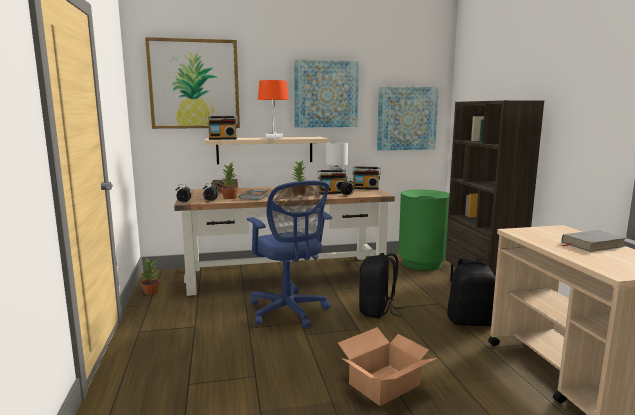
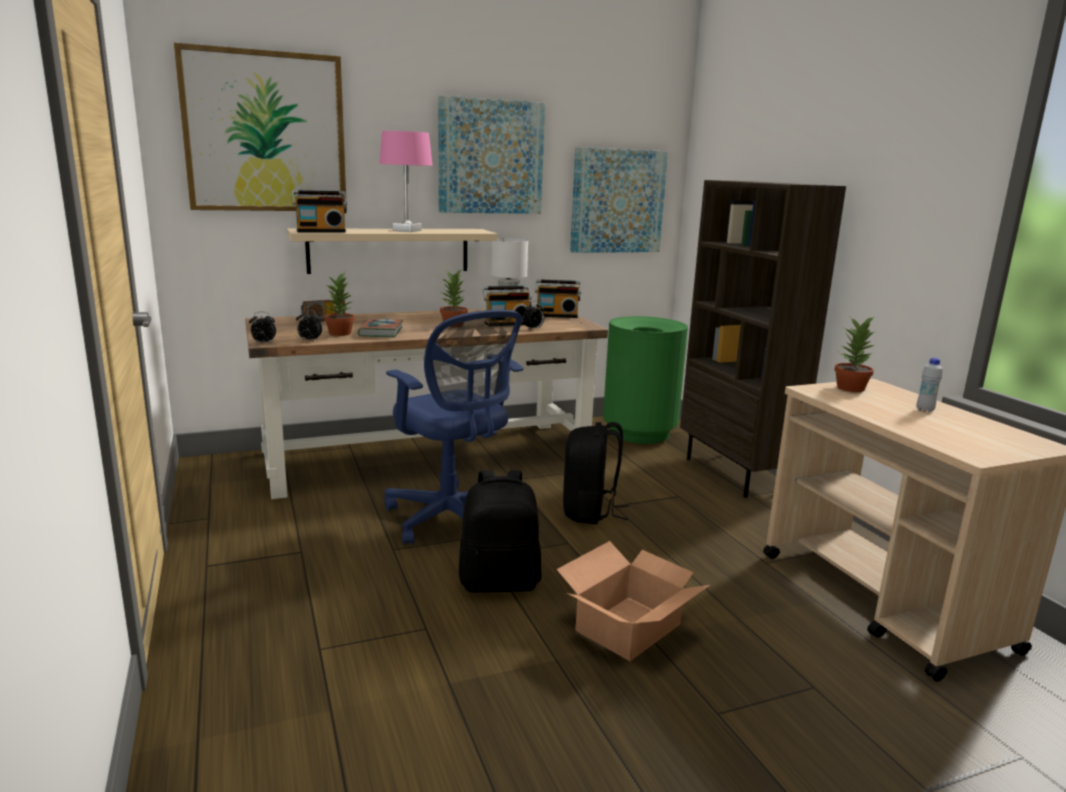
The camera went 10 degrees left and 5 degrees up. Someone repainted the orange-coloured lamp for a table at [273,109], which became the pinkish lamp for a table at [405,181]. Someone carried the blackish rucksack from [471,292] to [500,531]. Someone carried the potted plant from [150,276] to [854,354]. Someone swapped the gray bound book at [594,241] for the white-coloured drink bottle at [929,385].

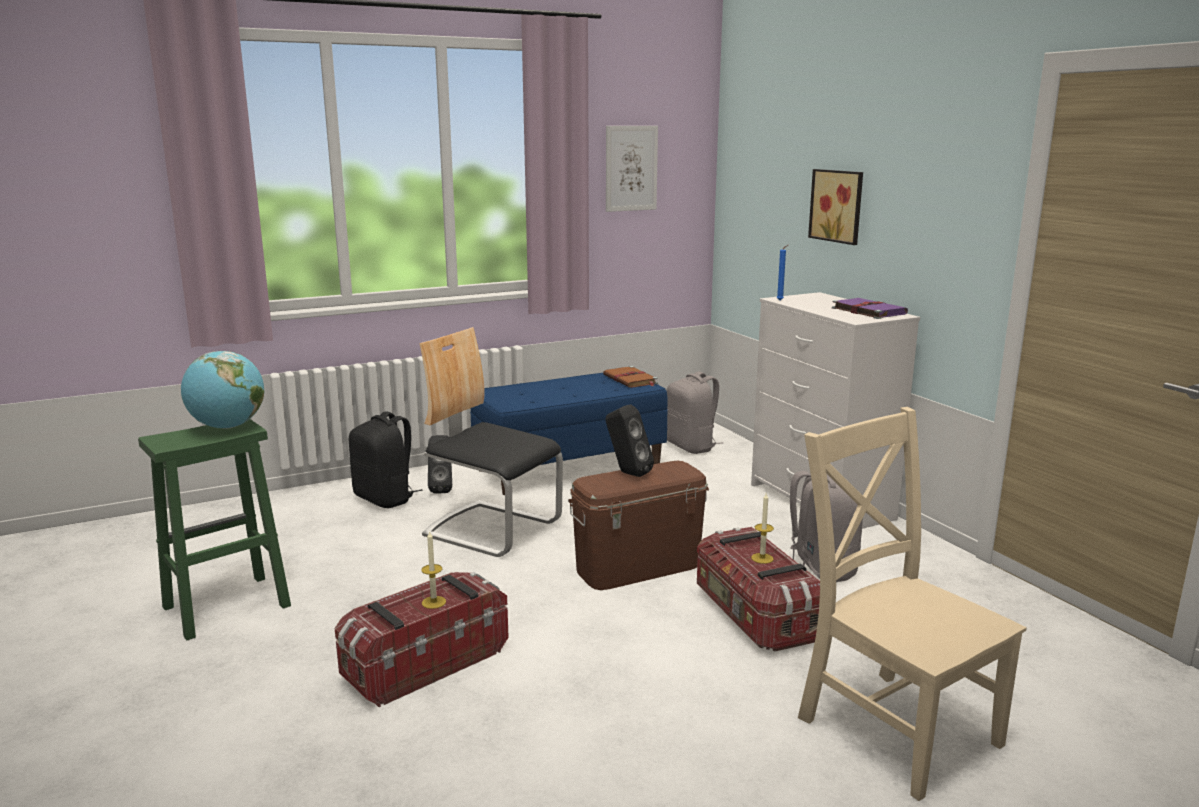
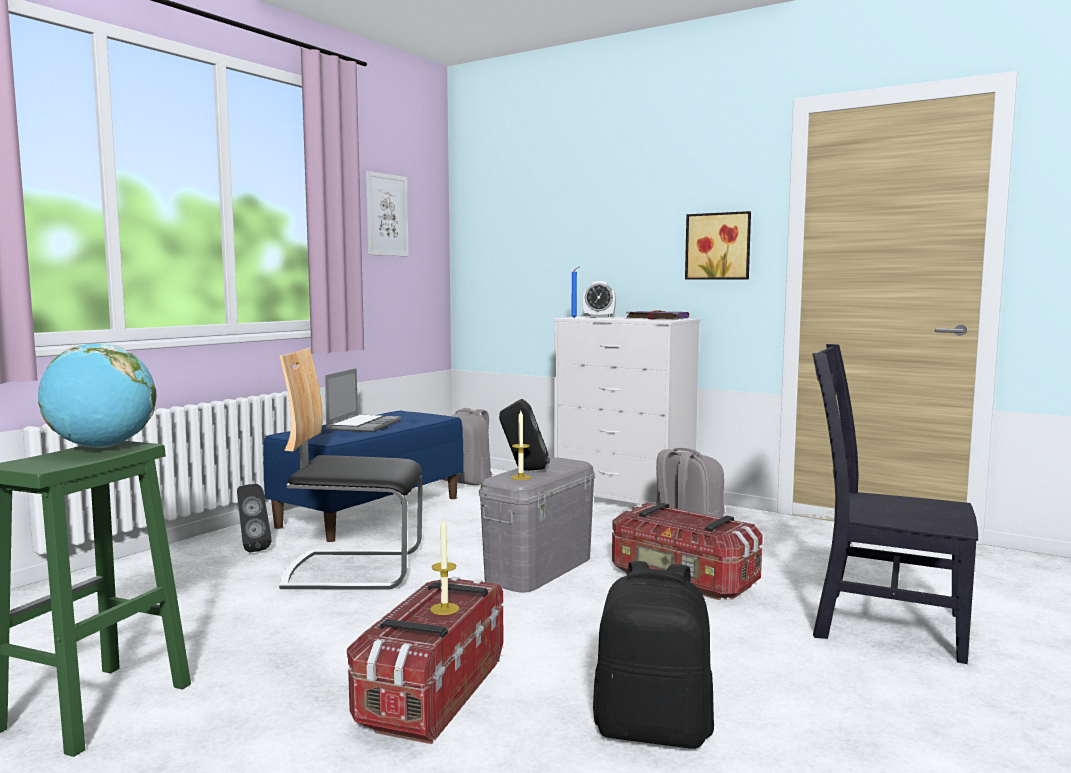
The camera went 30 degrees left and 10 degrees down. Someone put down the laptop at [363,400]. Someone repainted the brown storage box at [638,525], which became the gray storage box at [537,525]. Someone carried the wax candle from [762,528] to [521,445]. Someone put down the bedside clock at [599,299]. Someone carried the blackish rucksack from [386,459] to [653,655]. Someone carried the wall picture from [835,207] to [718,245]. Someone repainted the beige chair at [912,604], which became the blackish chair at [895,504]. Someone took away the brown bound book at [630,377].

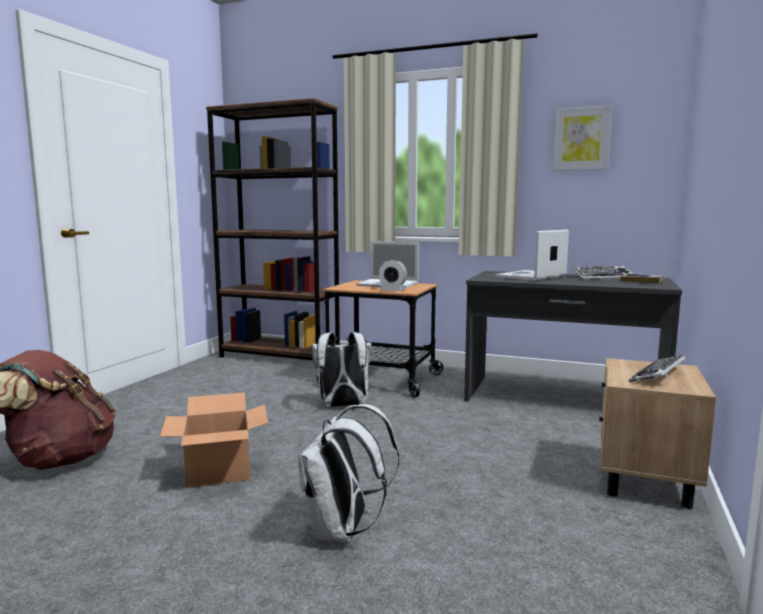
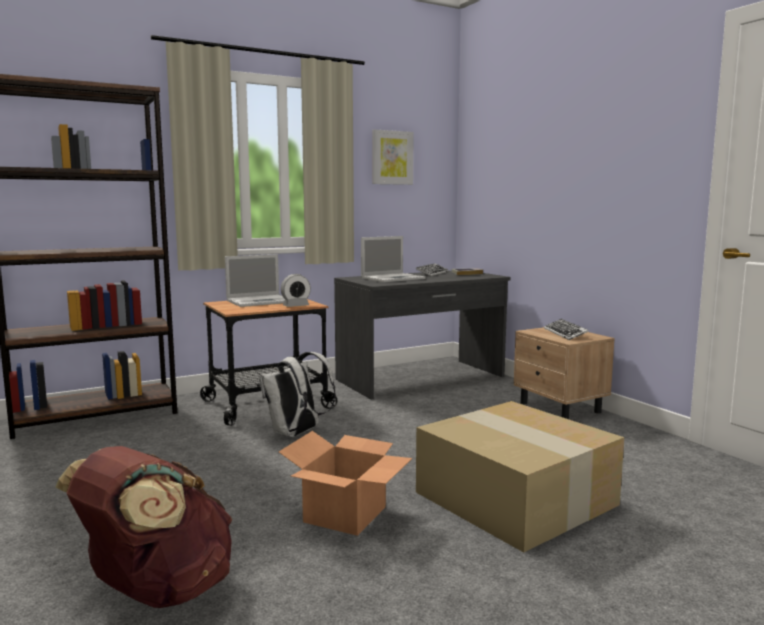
The camera went 50 degrees left and 0 degrees up. Someone rotated the laptop at [532,255] by 120 degrees counterclockwise. Someone swapped the white-coloured rucksack at [348,473] for the cardboard box at [520,476].

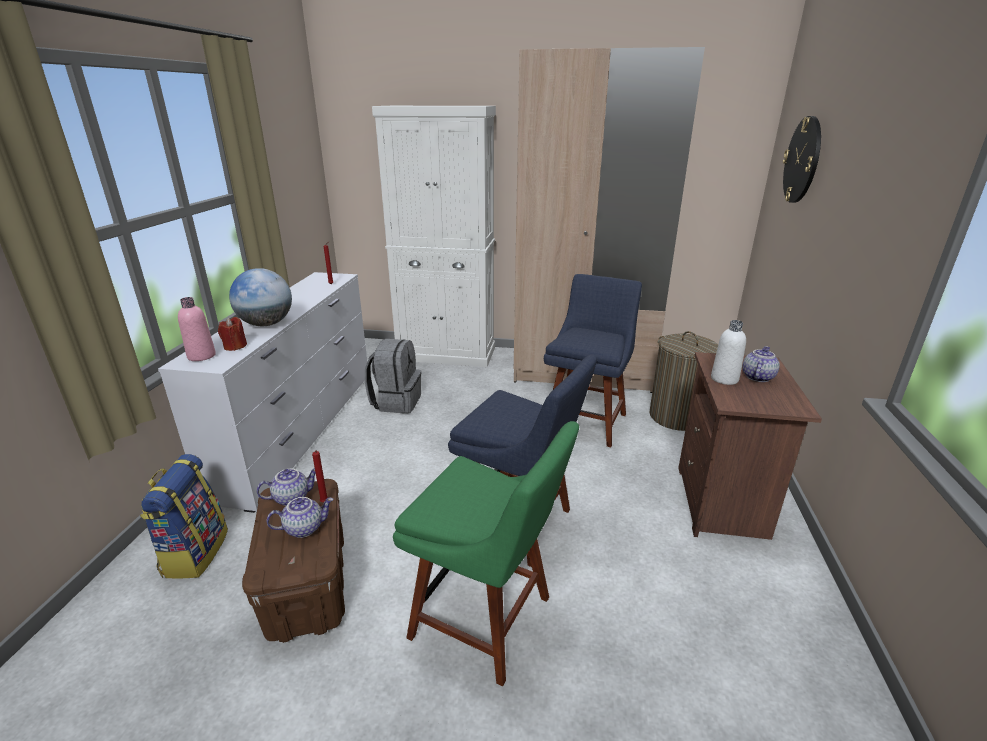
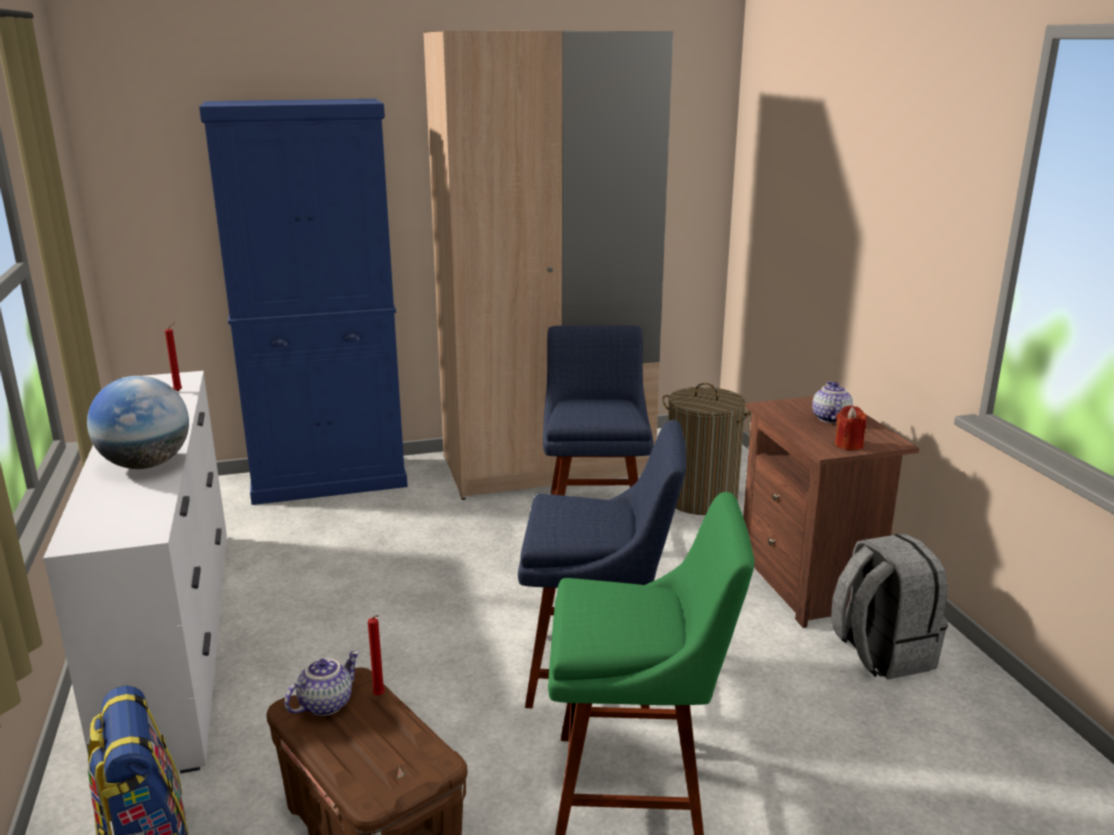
The camera went 25 degrees left and 5 degrees down. Someone repainted the white-coloured cabinet at [434,236], which became the blue-coloured cabinet at [303,302]. Someone carried the gray rucksack from [393,376] to [889,606]. Someone carried the red-coloured wax candle from [232,334] to [851,427]. Someone took away the pinkish drink bottle at [197,329]. Someone took away the teapot at [300,517]. Someone took away the white-coloured drink bottle at [728,352]. Someone took away the hanging clock at [802,159].

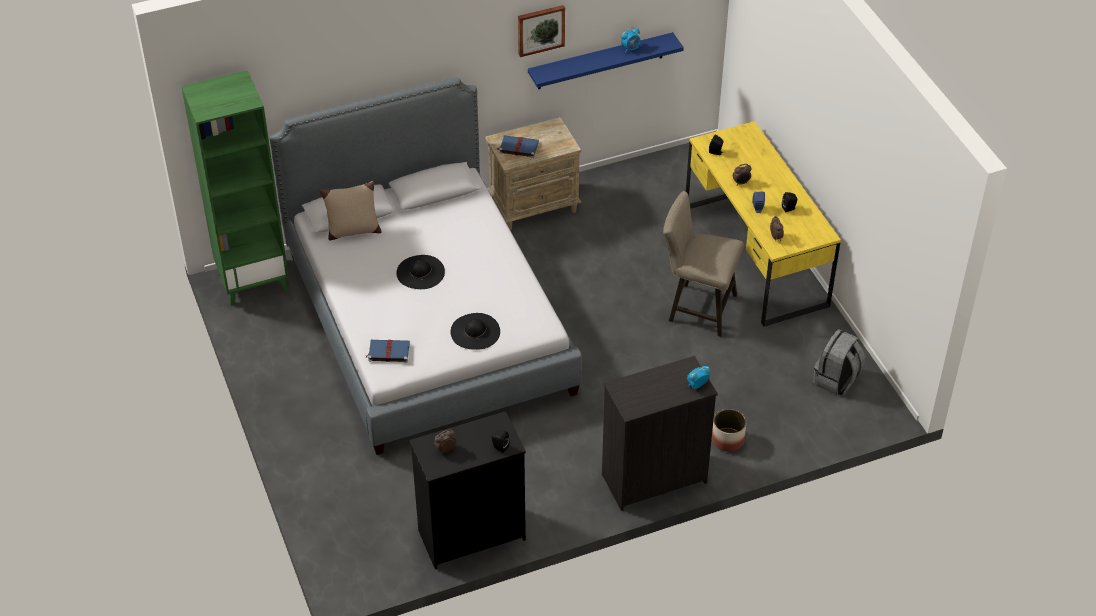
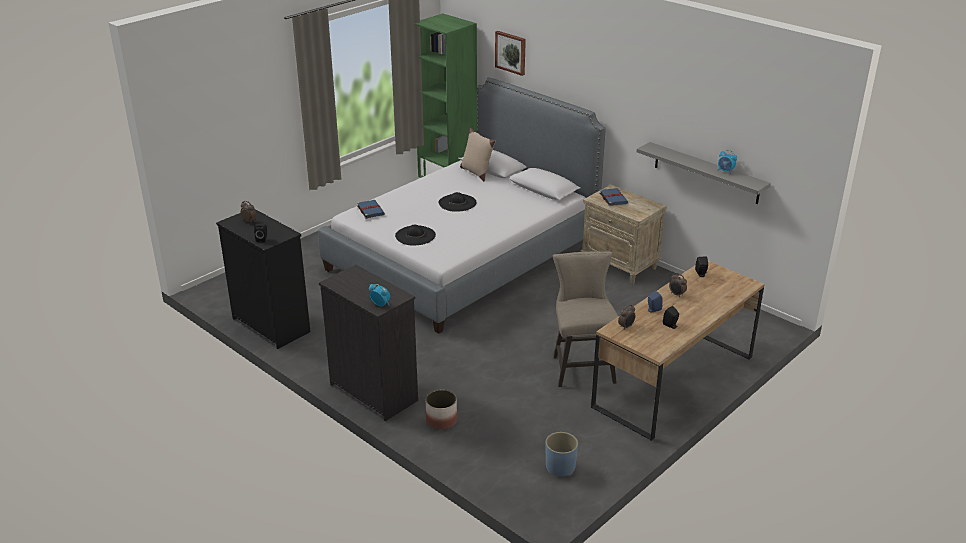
The camera went 65 degrees right and 15 degrees down. Someone carried the wall picture from [541,31] to [510,53]. Someone swapped the gray rucksack at [839,362] for the blue-coloured flower pot at [562,454]. Someone repainted the yellow-coloured desk unit at [763,224], which became the brown desk unit at [678,351]. Someone repainted the blue-coloured wall shelf at [606,60], which became the gray wall shelf at [704,173].

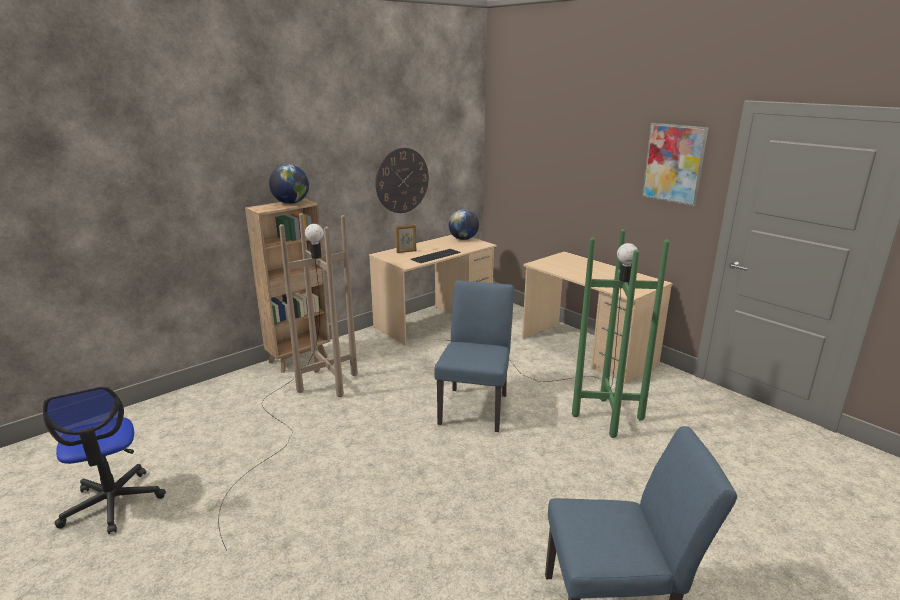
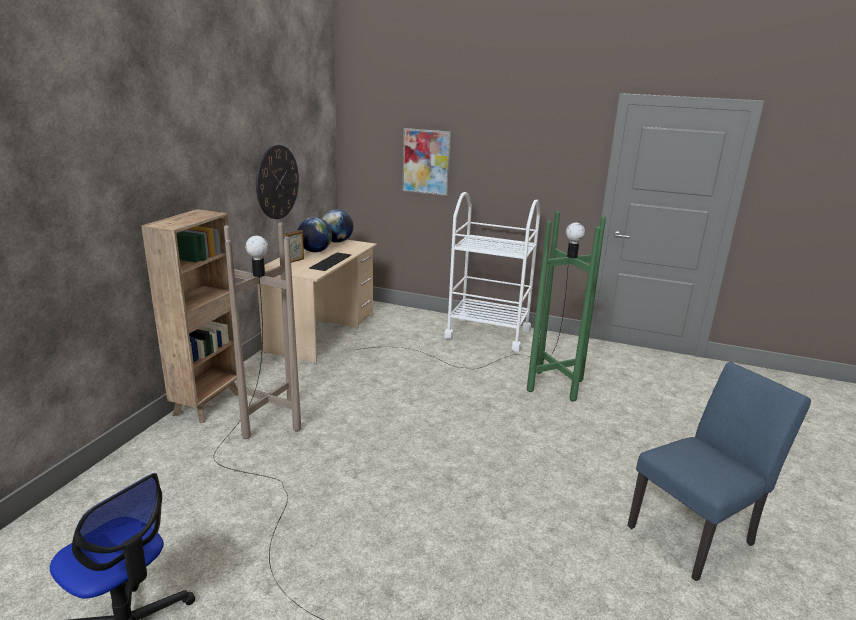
The camera went 30 degrees left and 0 degrees up. Someone carried the desk globe from [289,184] to [314,234]. Someone carried the wall picture from [675,164] to [427,162]. Someone swapped the beige desk unit at [597,317] for the white-coloured cart at [492,272]. Someone took away the blue-coloured chair at [474,356].

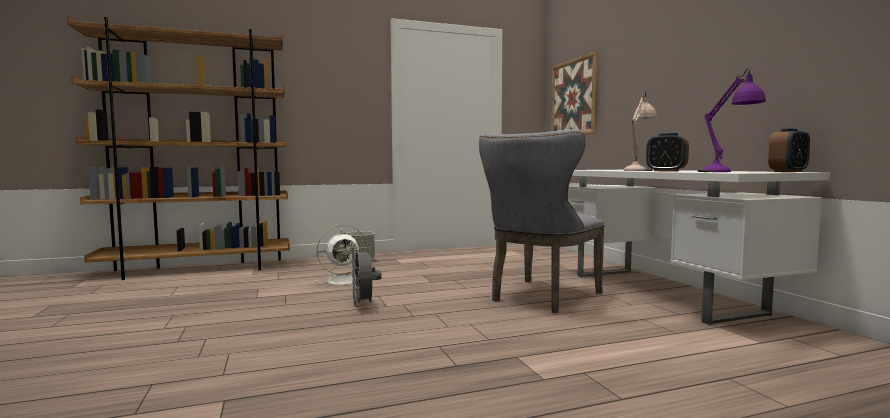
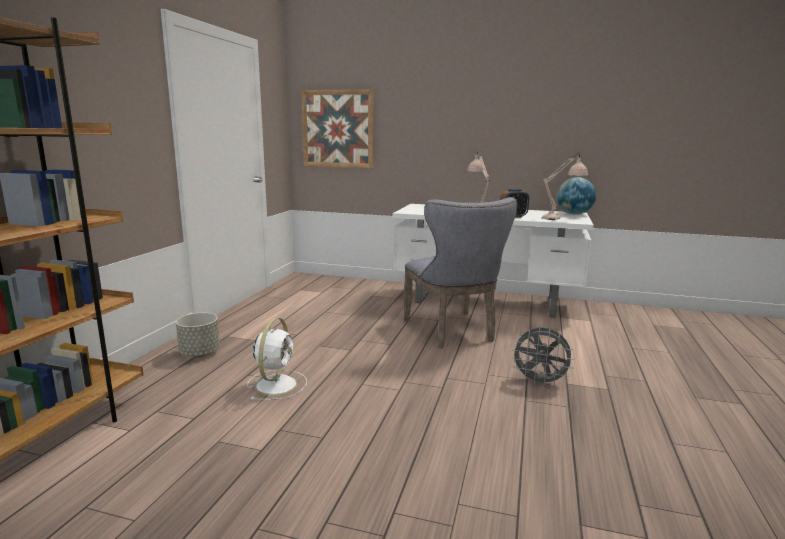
The camera went 55 degrees left and 10 degrees up. Someone carried the gray cooling fan from [366,276] to [542,357]. Someone repainted the purplish lamp for a table at [732,120], which became the beige lamp for a table at [565,186]. Someone swapped the bedside clock at [789,150] for the desk globe at [576,196].

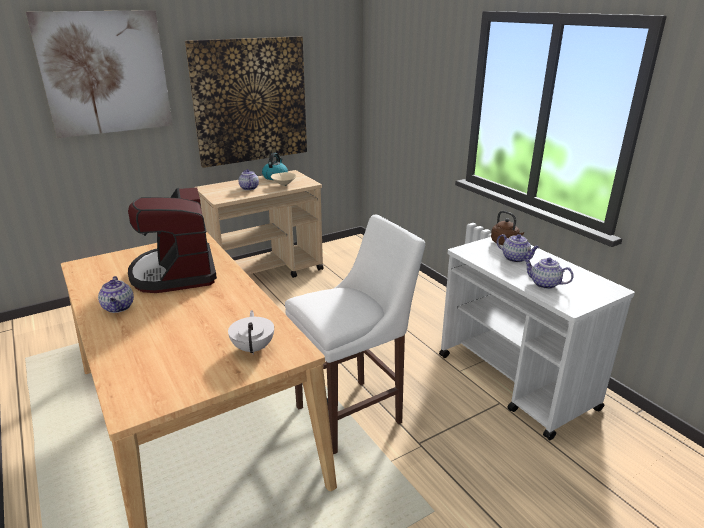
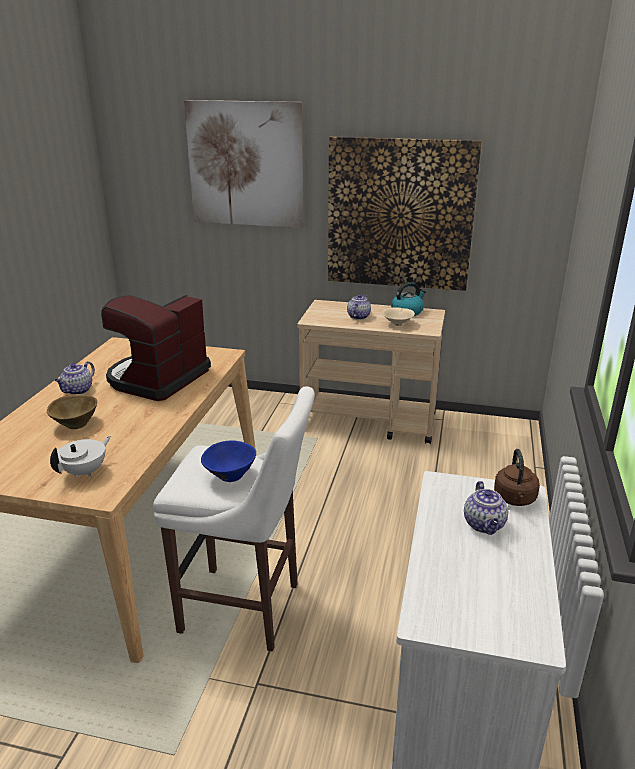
The camera went 45 degrees right and 0 degrees up. Someone put down the brown deep dish at [72,411]. Someone put down the blue-coloured deep dish at [228,461]. Someone took away the teapot at [549,273].

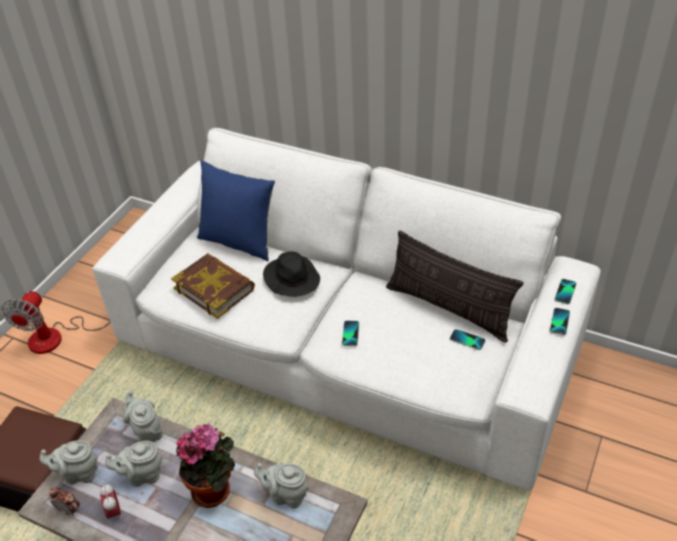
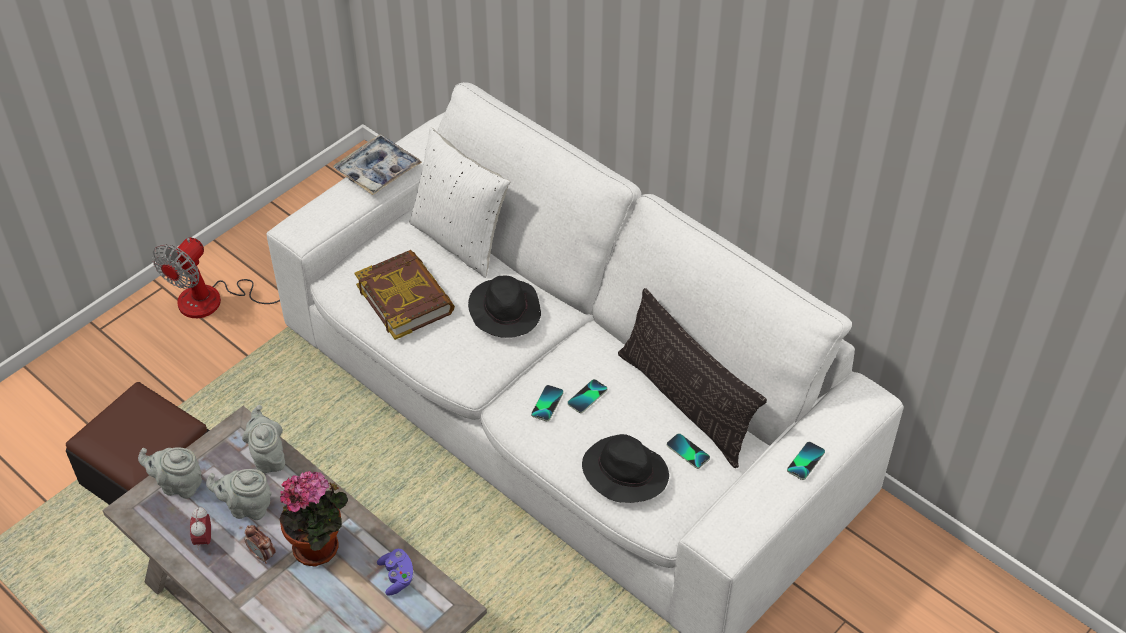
The camera went 15 degrees right and 5 degrees up. Someone carried the bedside clock from [64,502] to [260,544]. Someone put down the tray at [377,164]. Someone swapped the gray teapot at [281,486] for the purplish gamepad at [395,572]. Someone repainted the blue-coloured pillow at [236,210], which became the white-coloured pillow at [459,202]. Someone carried the telephone from [565,291] to [587,396]. Someone put down the blackish clothing hat at [625,468].

